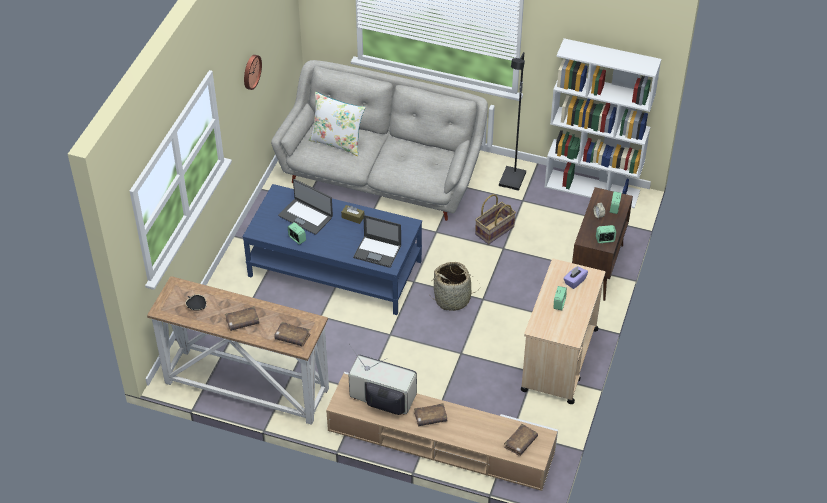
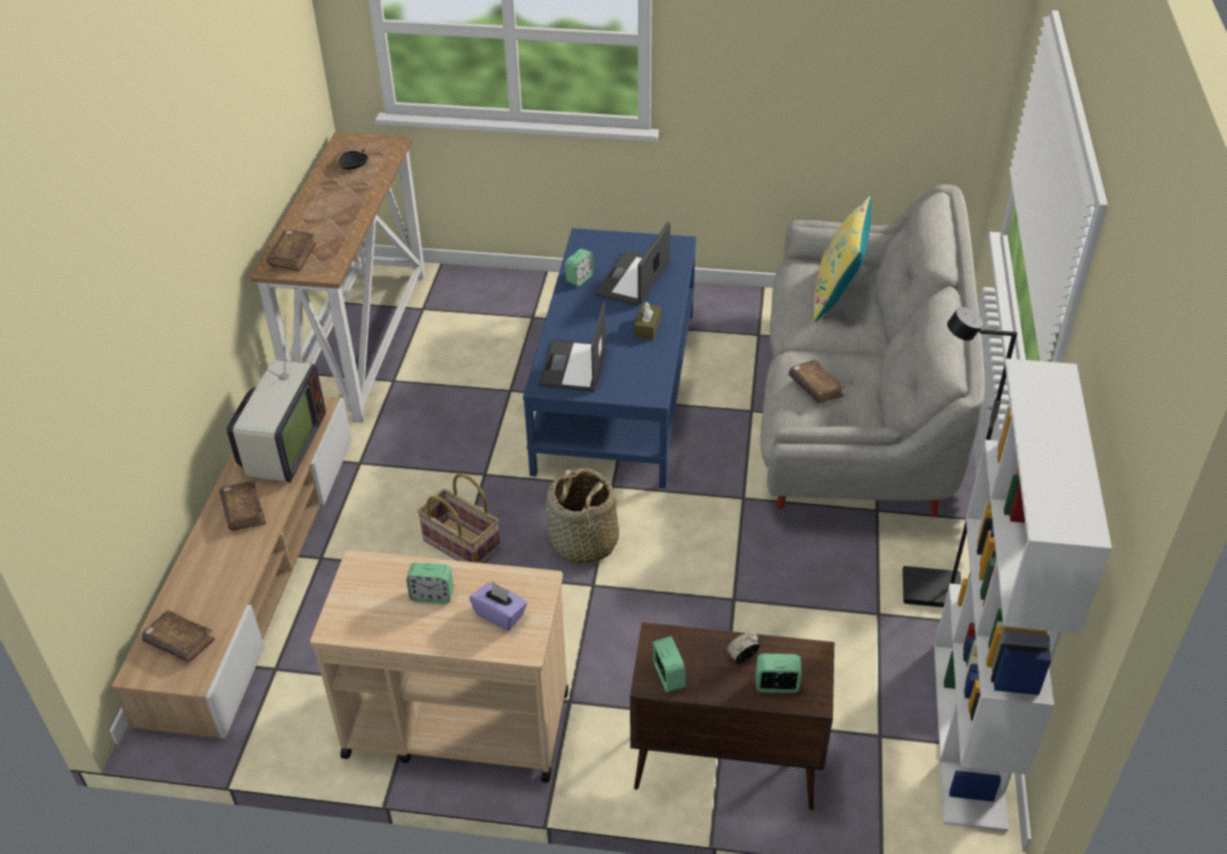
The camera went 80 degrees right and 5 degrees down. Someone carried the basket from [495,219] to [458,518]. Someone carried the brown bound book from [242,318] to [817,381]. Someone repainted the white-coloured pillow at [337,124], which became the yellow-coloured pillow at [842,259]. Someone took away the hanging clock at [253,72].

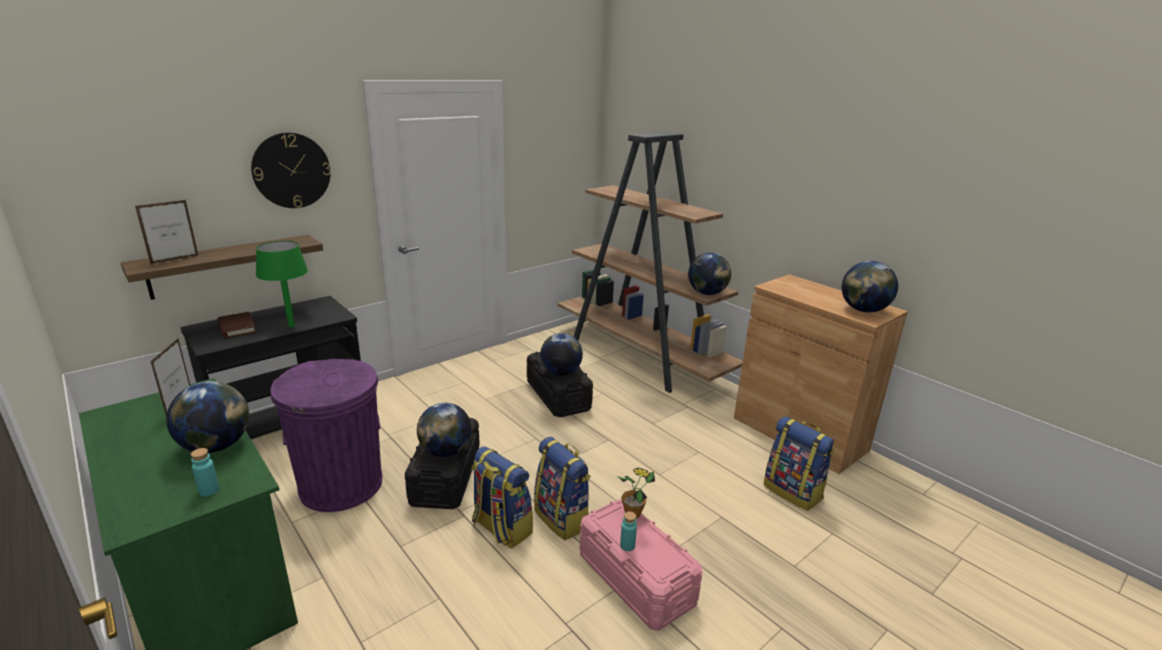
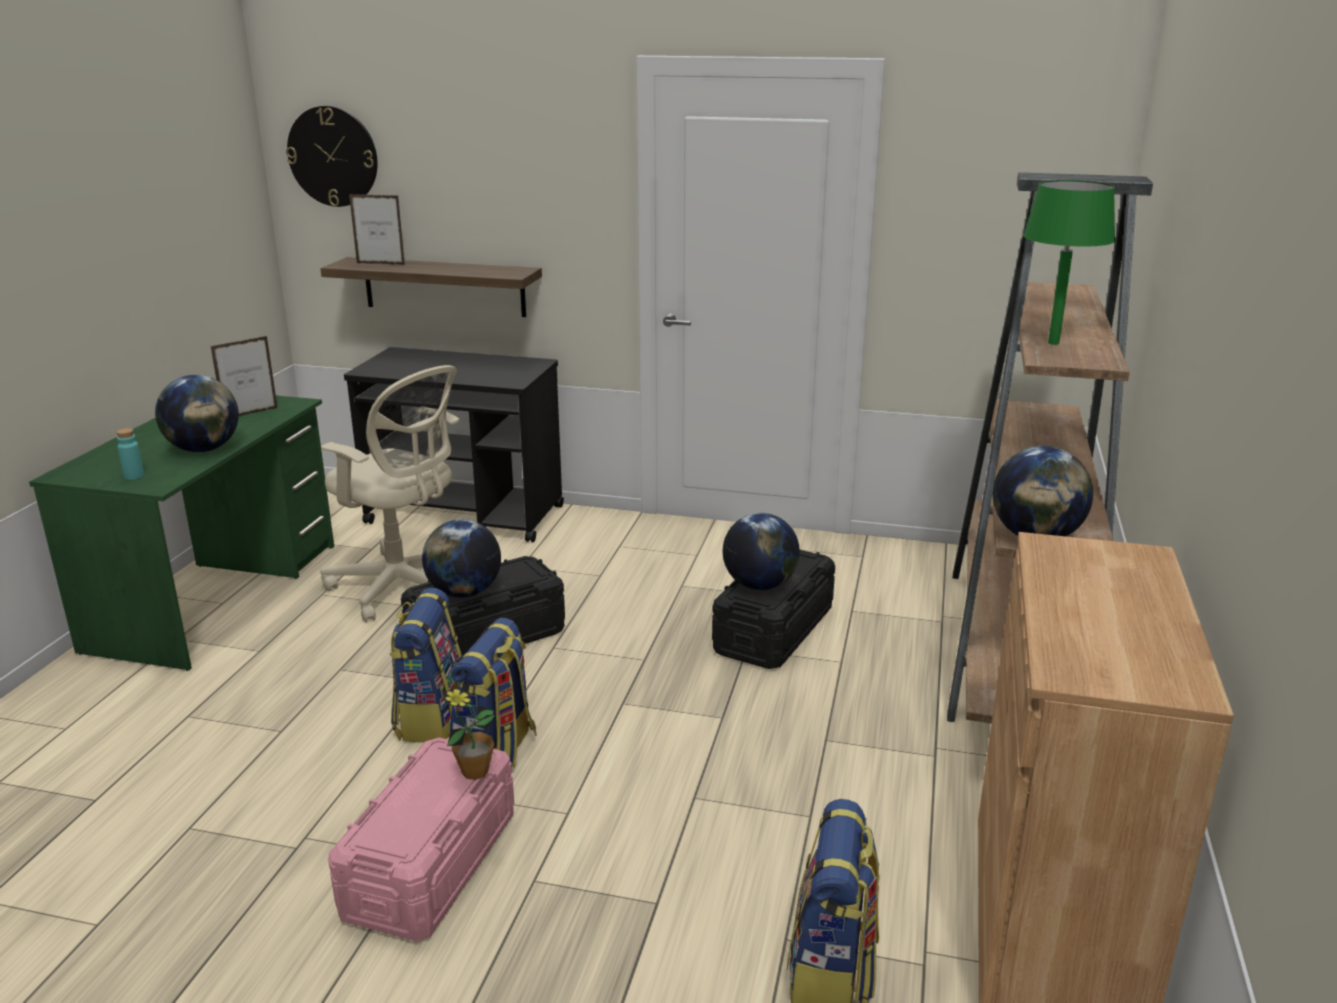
The camera went 55 degrees right and 0 degrees up. Someone carried the hanging clock from [291,170] to [331,156]. Someone swapped the purplish rubbish bin at [326,435] for the beige office chair at [390,493]. Someone carried the green lamp for a table from [282,284] to [1069,262]. Someone took away the brown bound book at [237,325]. Someone took away the turquoise-coloured drink bottle at [628,531]. Someone took away the desk globe at [870,286].

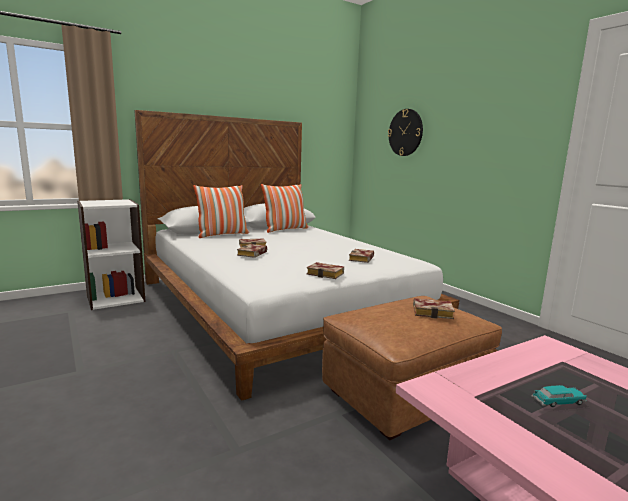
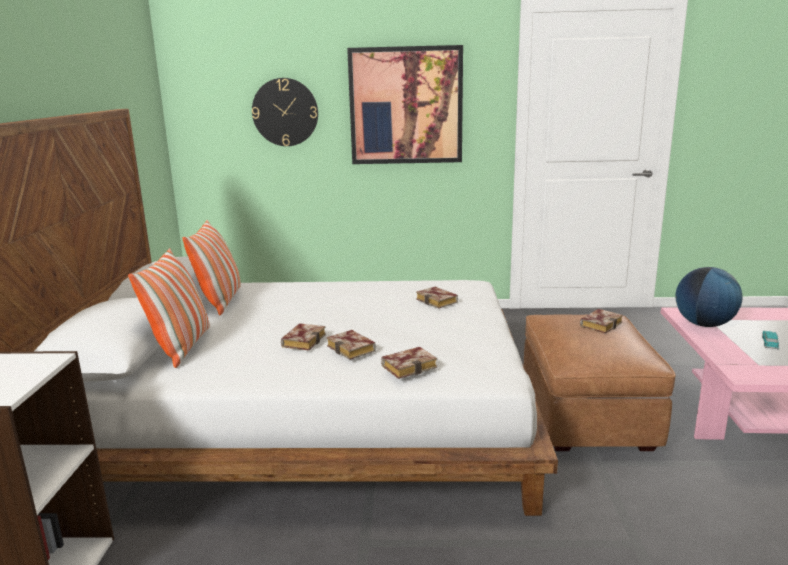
The camera went 55 degrees left and 5 degrees up. Someone put up the wall picture at [405,104]. Someone carried the bound book from [325,270] to [409,363]. Someone put down the desk globe at [709,297].

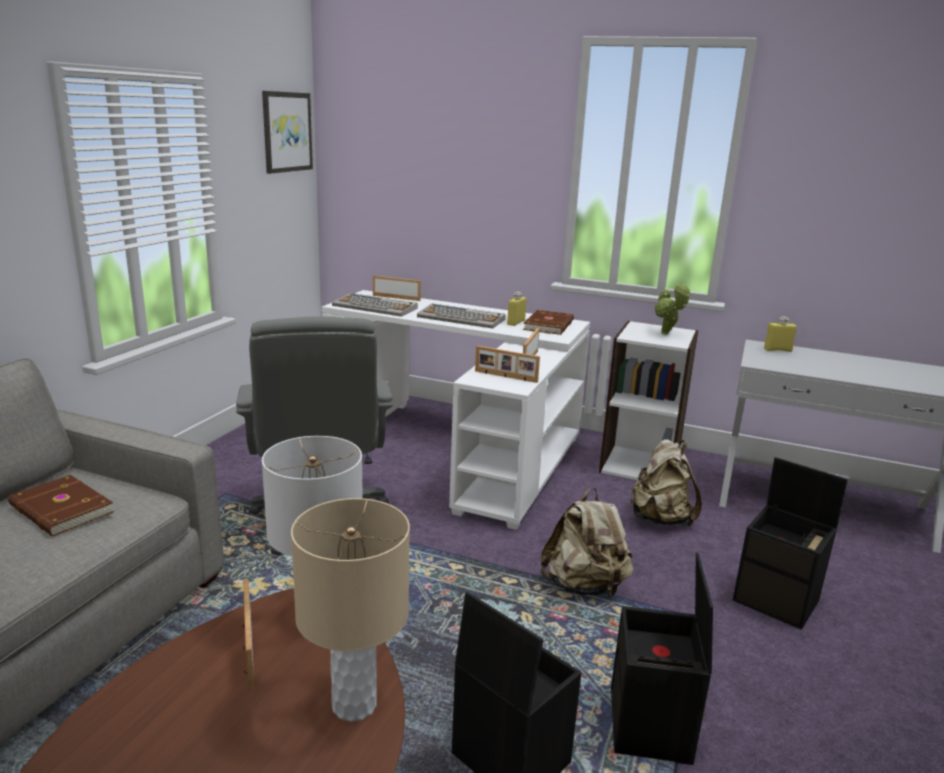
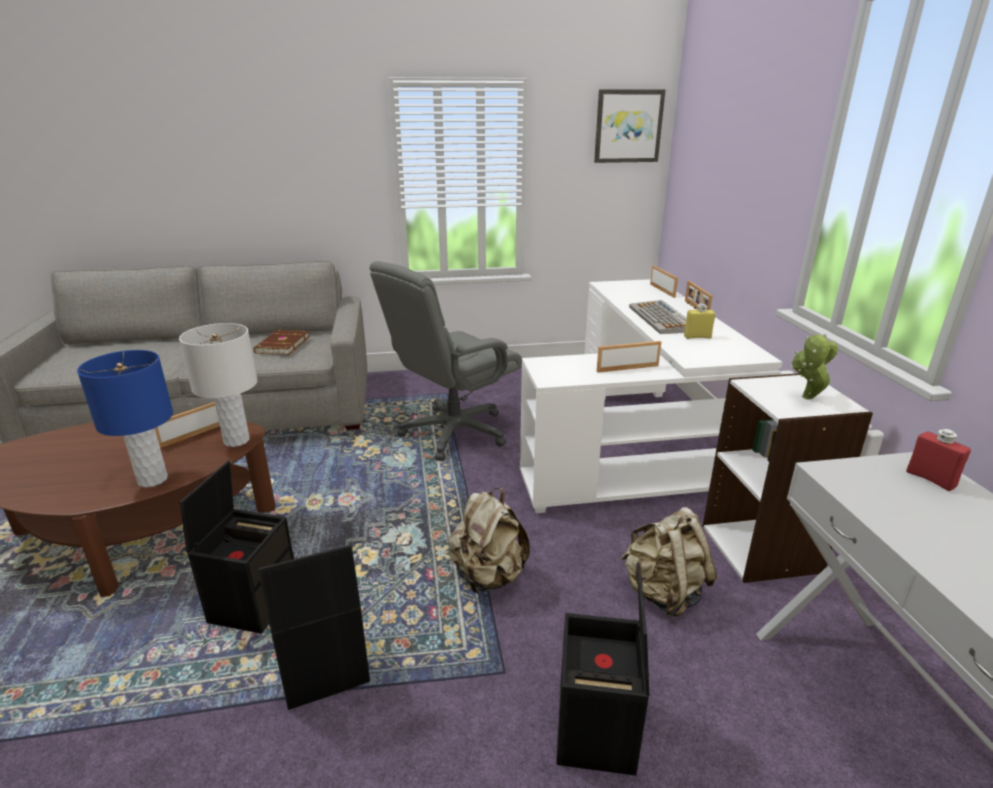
The camera went 60 degrees right and 5 degrees up. Someone repainted the beige lamp for a table at [350,610], which became the blue-coloured lamp for a table at [125,418]. Someone carried the photo frame from [507,364] to [699,295]. Someone repainted the yellow-coloured drink bottle at [780,334], which became the red-coloured drink bottle at [938,460]. Someone took away the keyboard at [375,305]. Someone took away the brown bound book at [548,322].

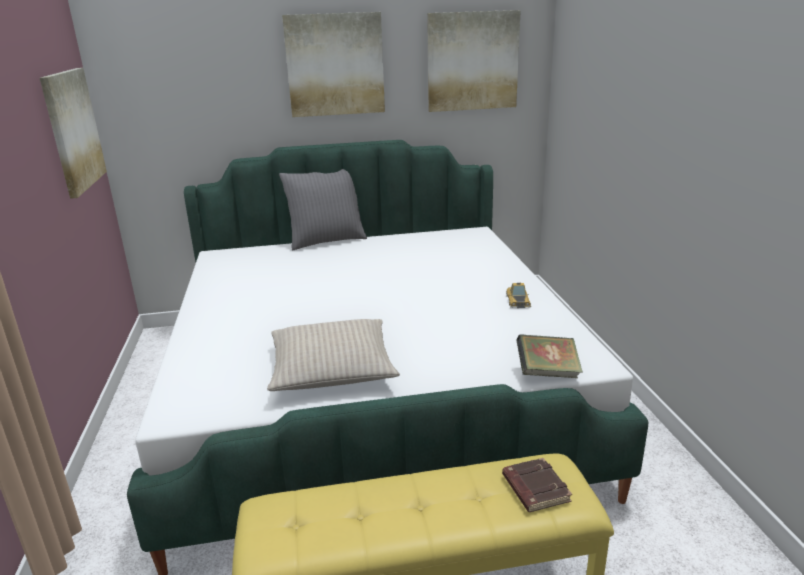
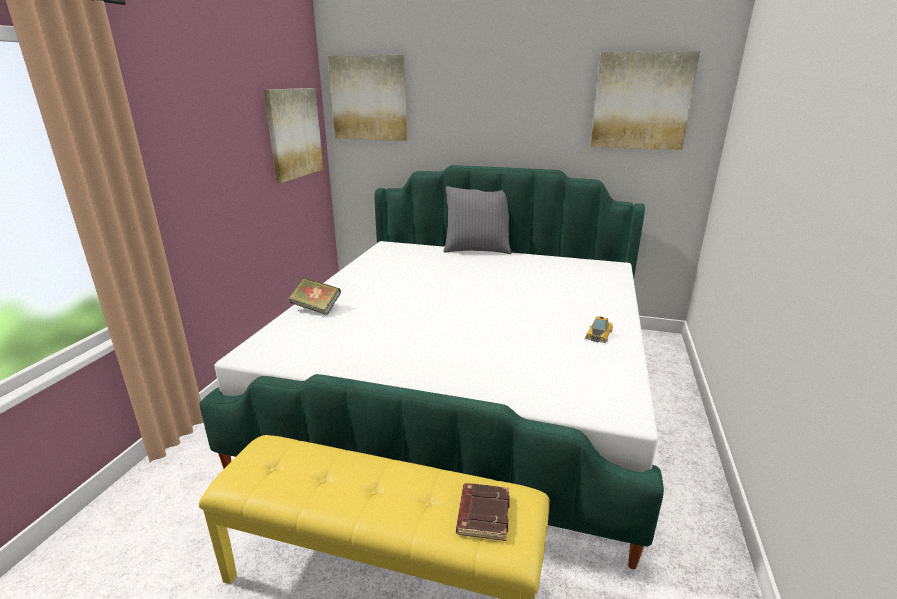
The camera went 25 degrees right and 0 degrees up. Someone carried the bound book from [549,356] to [314,296]. Someone carried the wall picture from [333,64] to [367,98]. Someone took away the beige pillow at [333,355].

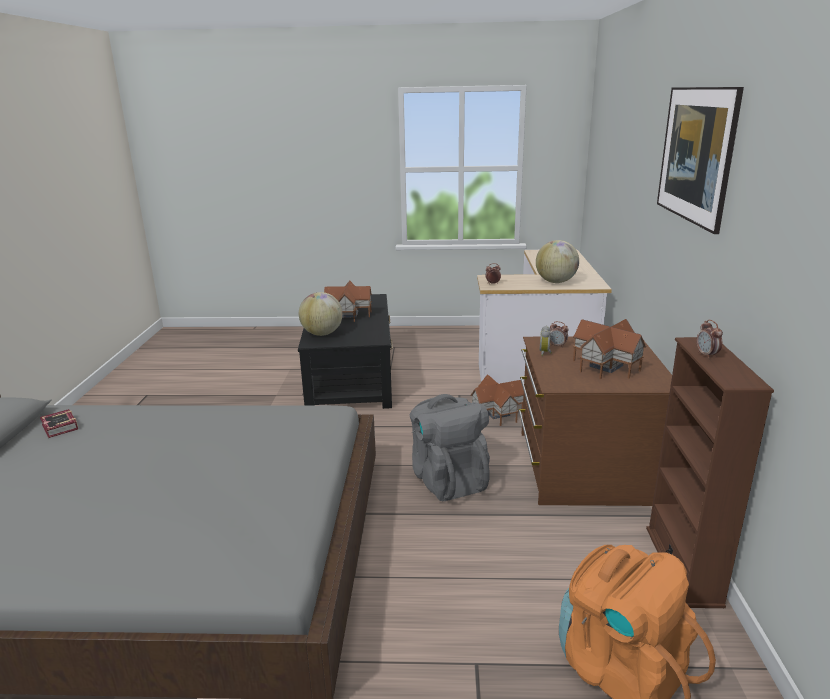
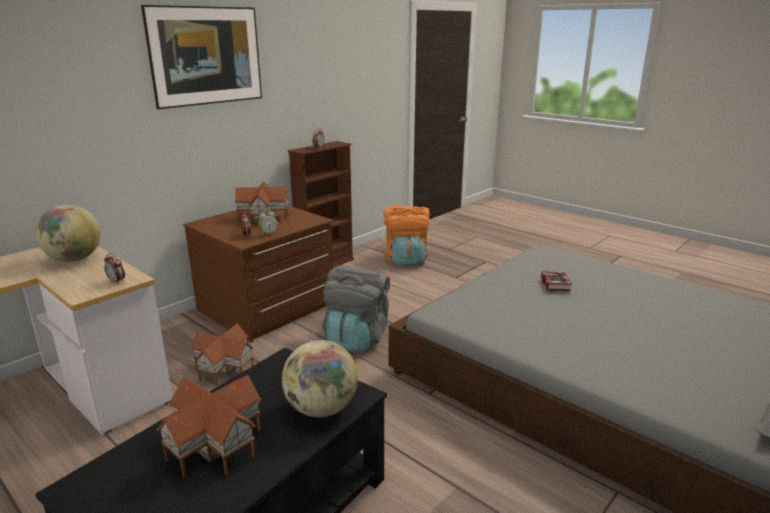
The camera went 140 degrees left and 0 degrees up. Someone carried the bound book from [59,423] to [556,281].

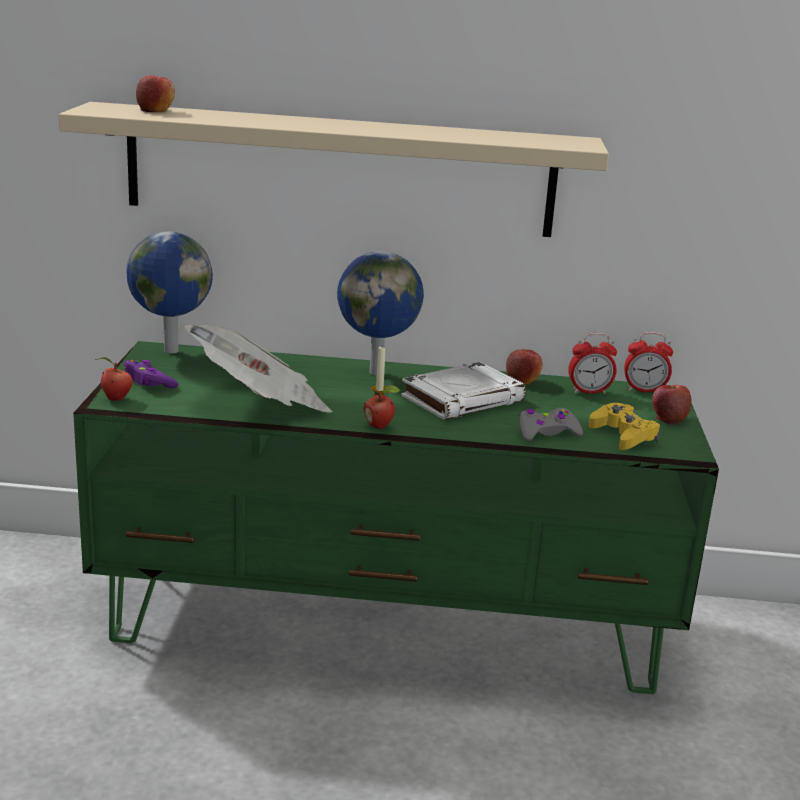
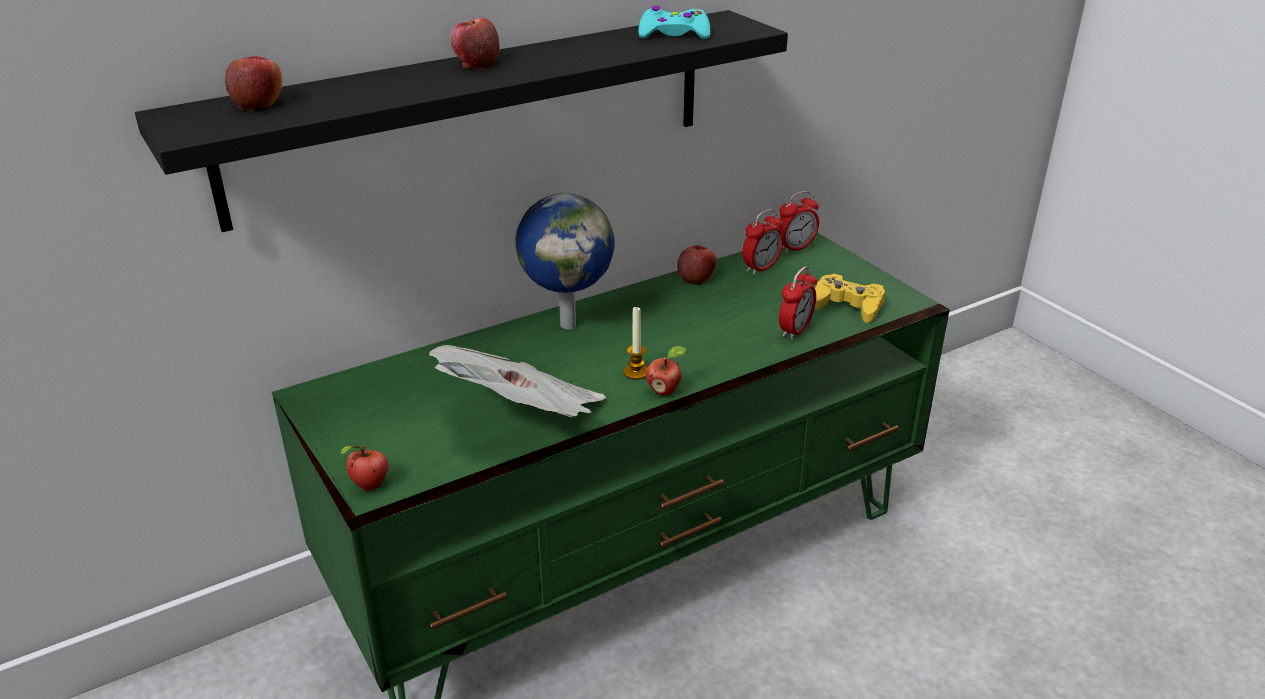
The camera went 35 degrees left and 10 degrees up. Someone repainted the beige wall shelf at [334,169], which became the blackish wall shelf at [461,121]. Someone carried the apple from [672,405] to [475,43]. Someone put down the turquoise-coloured gamepad at [674,22]. Someone swapped the gray gamepad at [551,424] for the bedside clock at [798,303]. Someone took away the purplish gamepad at [151,374]. Someone took away the desk globe at [169,292]. Someone took away the white-coloured bound book at [463,391].

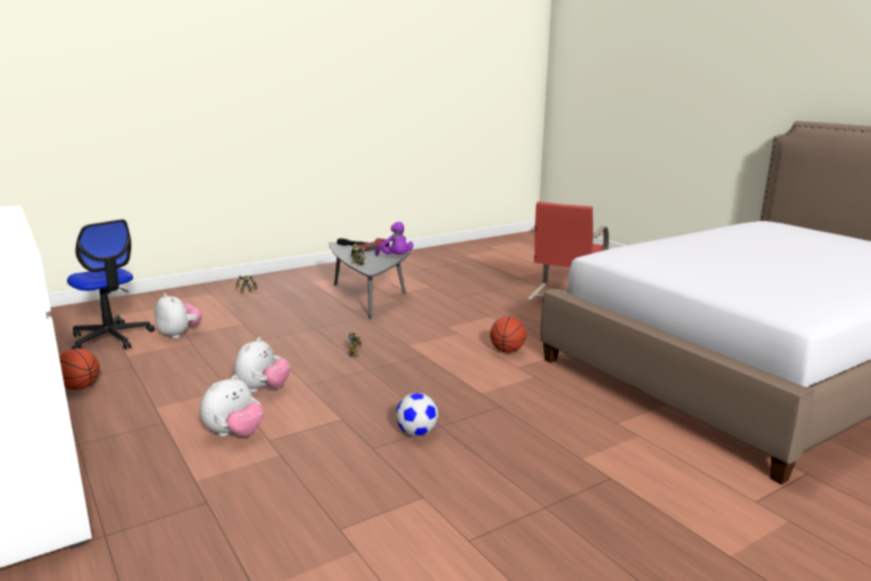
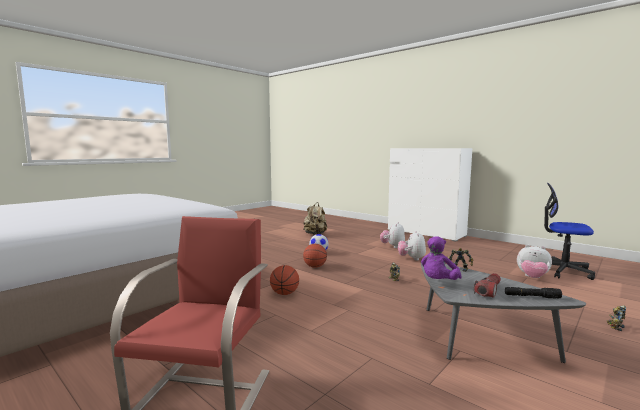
The camera went 165 degrees right and 10 degrees down. Someone put down the beige rucksack at [315,218]. Someone carried the basketball from [79,369] to [315,256]. Someone rotated the purplish cuddly toy at [394,239] by 90 degrees counterclockwise.

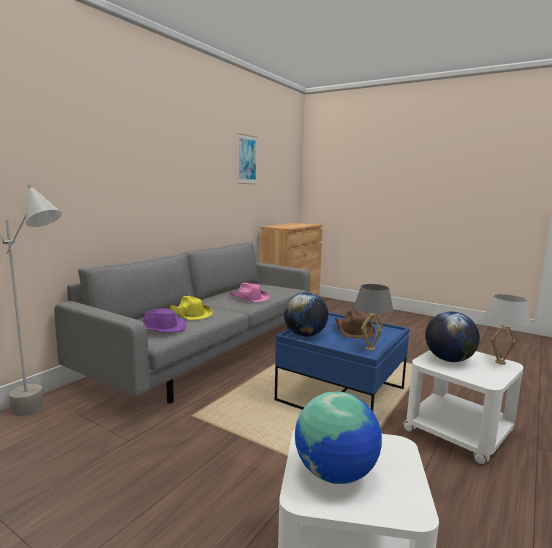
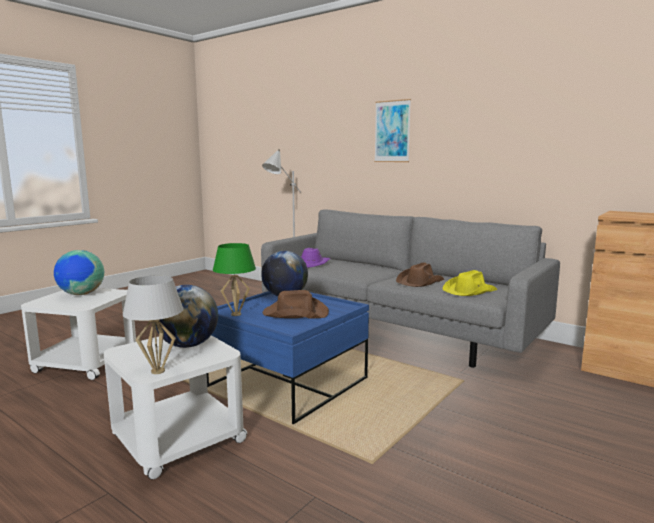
The camera went 95 degrees right and 0 degrees up. Someone repainted the gray lamp for a table at [373,317], which became the green lamp for a table at [234,279]. Someone carried the wall picture from [248,158] to [392,130]. Someone repainted the pinkish clothing hat at [249,292], which became the brown clothing hat at [420,274]. Someone carried the yellow-coloured clothing hat from [191,308] to [470,283].

